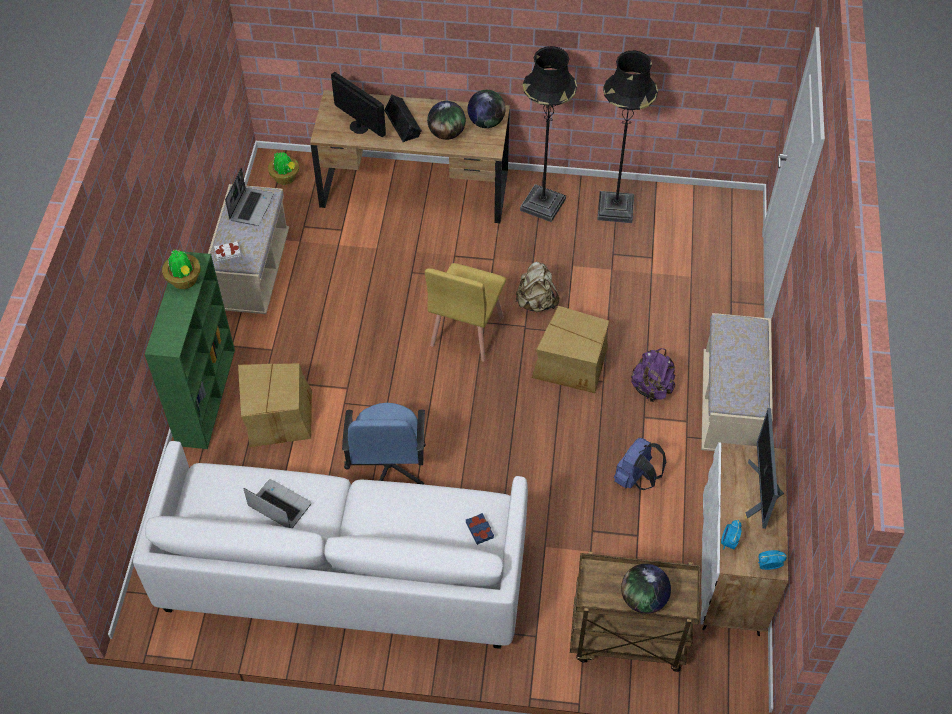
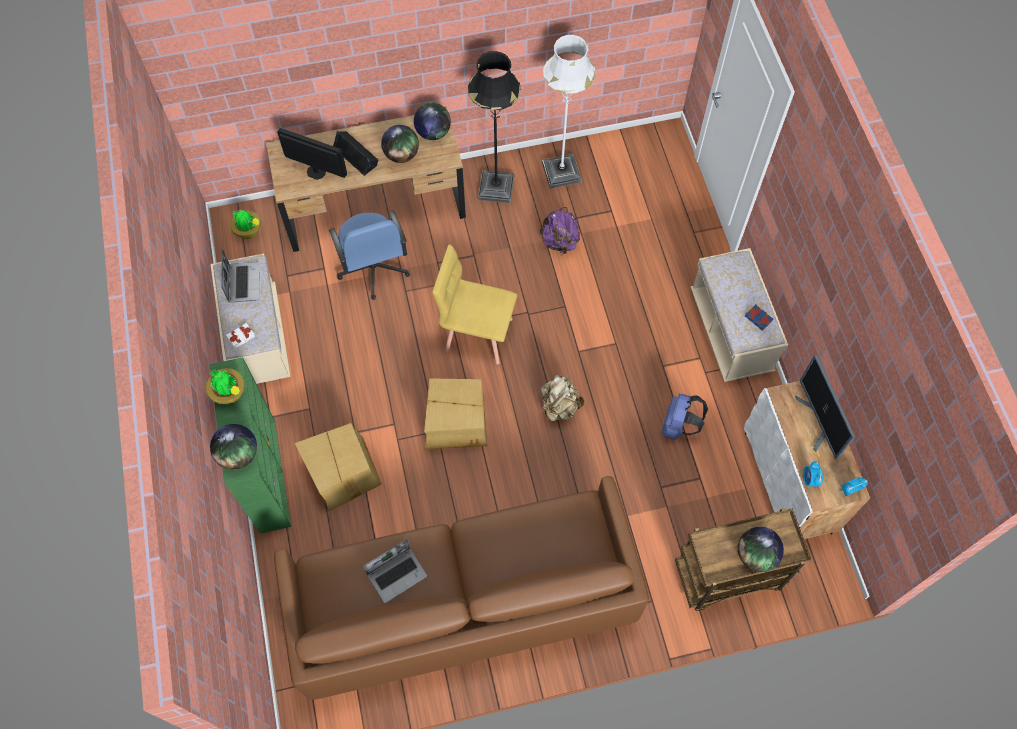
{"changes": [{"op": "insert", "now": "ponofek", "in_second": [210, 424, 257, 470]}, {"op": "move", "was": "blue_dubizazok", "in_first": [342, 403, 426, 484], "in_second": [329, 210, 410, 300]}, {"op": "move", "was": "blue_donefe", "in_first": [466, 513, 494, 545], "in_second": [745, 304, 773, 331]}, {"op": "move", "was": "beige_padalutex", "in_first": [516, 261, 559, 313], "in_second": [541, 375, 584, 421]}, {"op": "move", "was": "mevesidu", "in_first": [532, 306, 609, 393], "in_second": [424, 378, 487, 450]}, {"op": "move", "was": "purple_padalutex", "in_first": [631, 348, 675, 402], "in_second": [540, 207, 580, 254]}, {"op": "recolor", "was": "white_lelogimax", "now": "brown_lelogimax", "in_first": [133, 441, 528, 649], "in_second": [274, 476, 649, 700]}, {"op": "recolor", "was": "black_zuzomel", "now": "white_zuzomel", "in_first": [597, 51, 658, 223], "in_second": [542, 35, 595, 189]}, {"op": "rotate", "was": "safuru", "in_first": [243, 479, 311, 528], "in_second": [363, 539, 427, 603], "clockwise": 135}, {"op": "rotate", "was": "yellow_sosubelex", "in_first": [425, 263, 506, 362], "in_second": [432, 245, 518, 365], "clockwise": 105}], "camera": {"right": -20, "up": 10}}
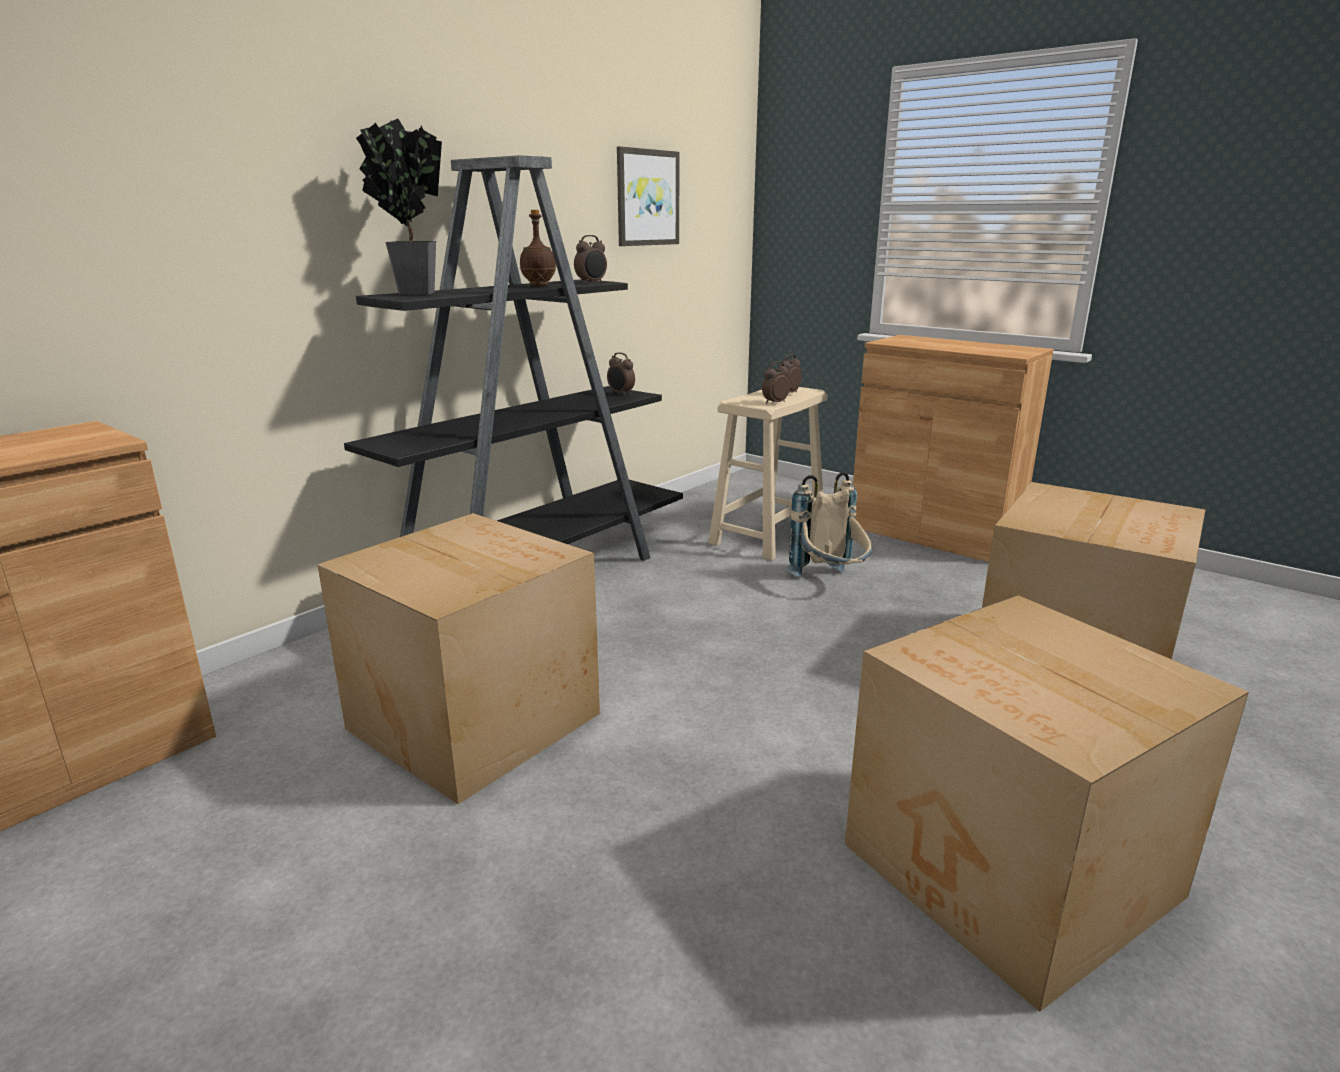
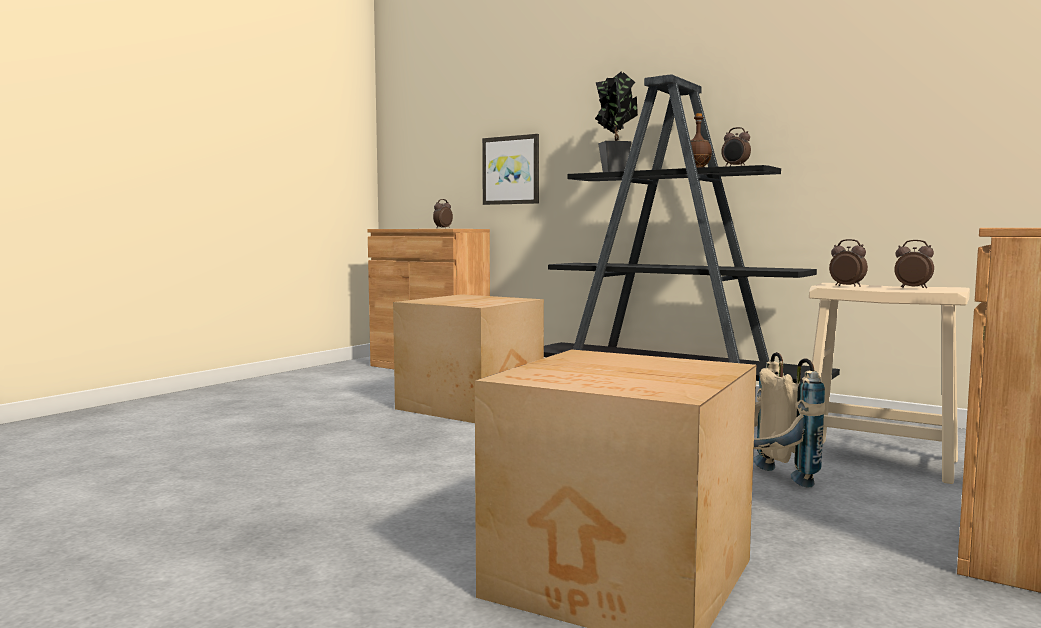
{"changes": [{"op": "delete", "was": "mevesidu", "in_first": [845, 595, 1249, 1012]}, {"op": "move", "was": "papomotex", "in_first": [607, 352, 635, 396], "in_second": [433, 199, 453, 228]}, {"op": "move", "was": "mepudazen", "in_first": [617, 146, 680, 246], "in_second": [482, 134, 539, 205]}], "camera": {"right": 85, "up": -15}}
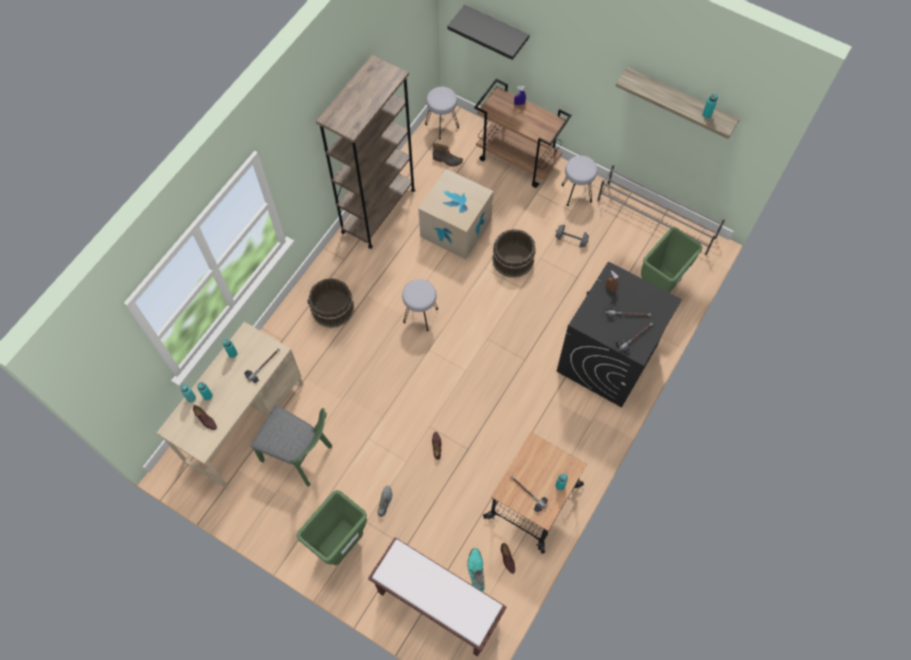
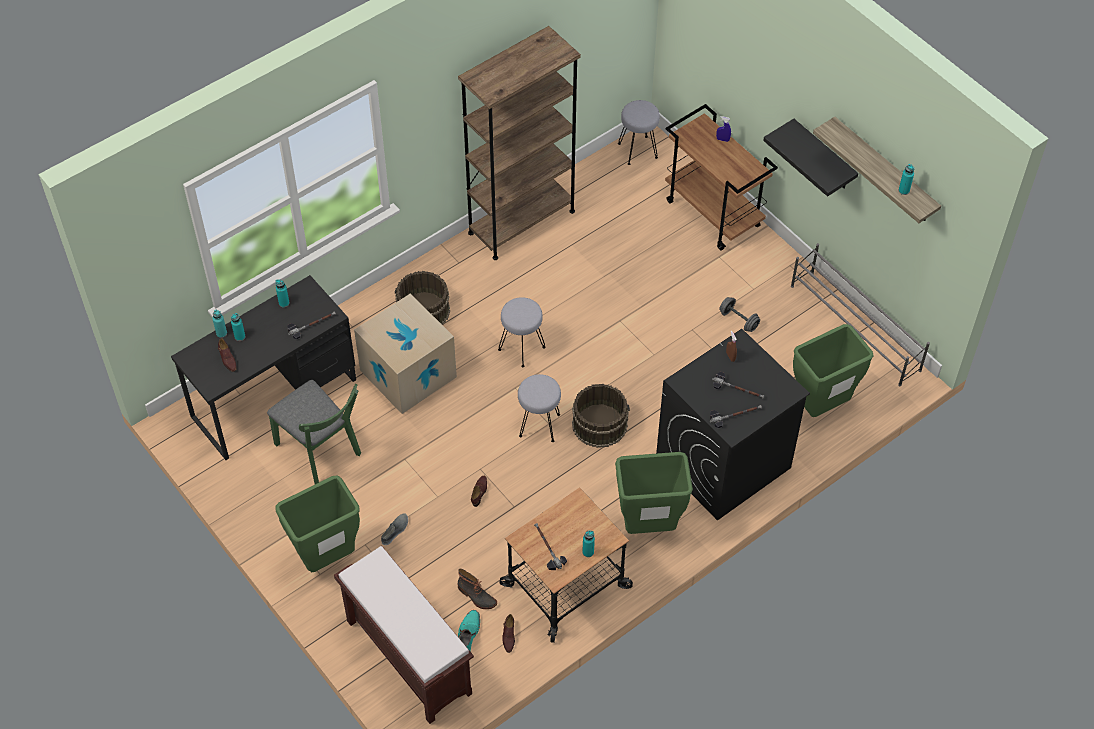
{"changes": [{"op": "insert", "now": "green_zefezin", "in_second": [615, 452, 693, 534]}, {"op": "move", "was": "mevesidu", "in_first": [418, 169, 493, 259], "in_second": [354, 293, 457, 414]}, {"op": "move", "was": "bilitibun", "in_first": [433, 143, 463, 167], "in_second": [458, 569, 497, 609]}, {"op": "move", "was": "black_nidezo", "in_first": [447, 5, 529, 60], "in_second": [763, 119, 858, 197]}, {"op": "move", "was": "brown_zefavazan", "in_first": [492, 229, 536, 278], "in_second": [572, 384, 630, 448]}, {"op": "move", "was": "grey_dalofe", "in_first": [562, 156, 597, 206], "in_second": [518, 374, 561, 442]}, {"op": "recolor", "was": "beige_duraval", "now": "black_duraval", "in_first": [157, 322, 304, 489], "in_second": [171, 275, 356, 460]}], "camera": {"right": 20, "up": -10}}
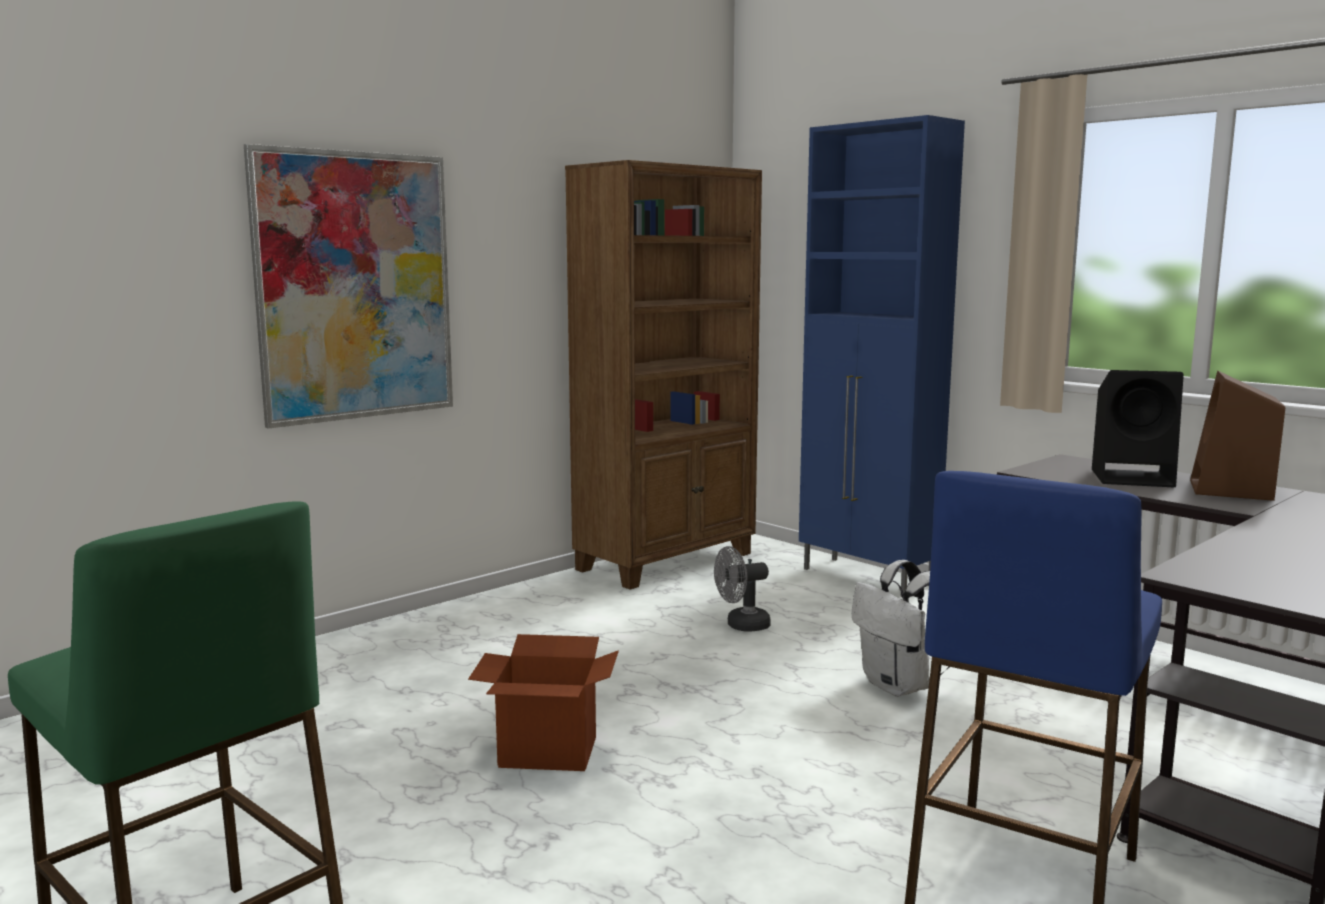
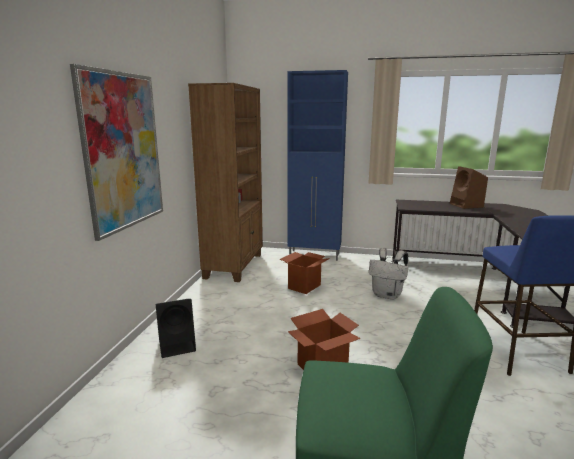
{"changes": [{"op": "move", "was": "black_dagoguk", "in_first": [1092, 370, 1184, 487], "in_second": [156, 299, 196, 358]}, {"op": "replace", "was": "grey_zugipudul", "now": "mevesidu", "in_first": [714, 546, 771, 632], "in_second": [279, 252, 330, 294]}], "camera": {"right": -35, "up": 5}}
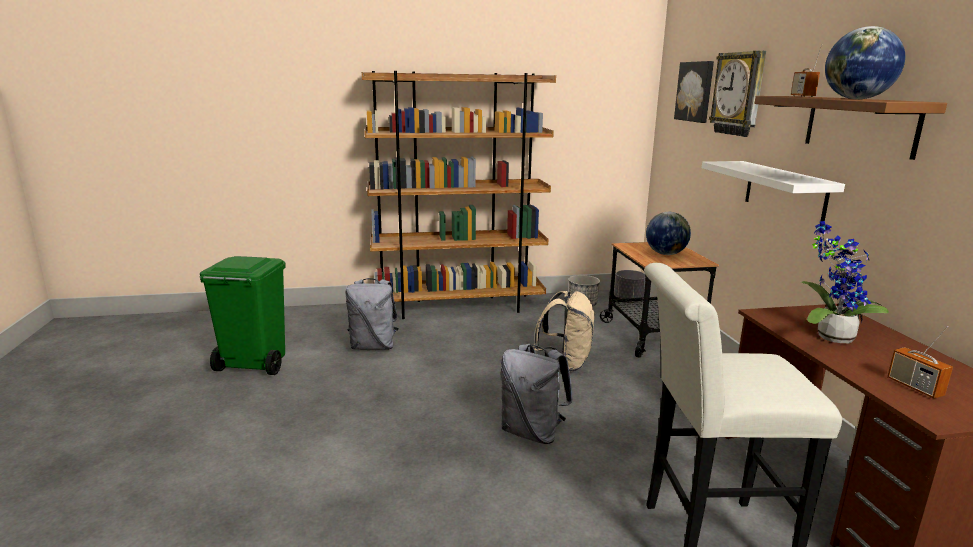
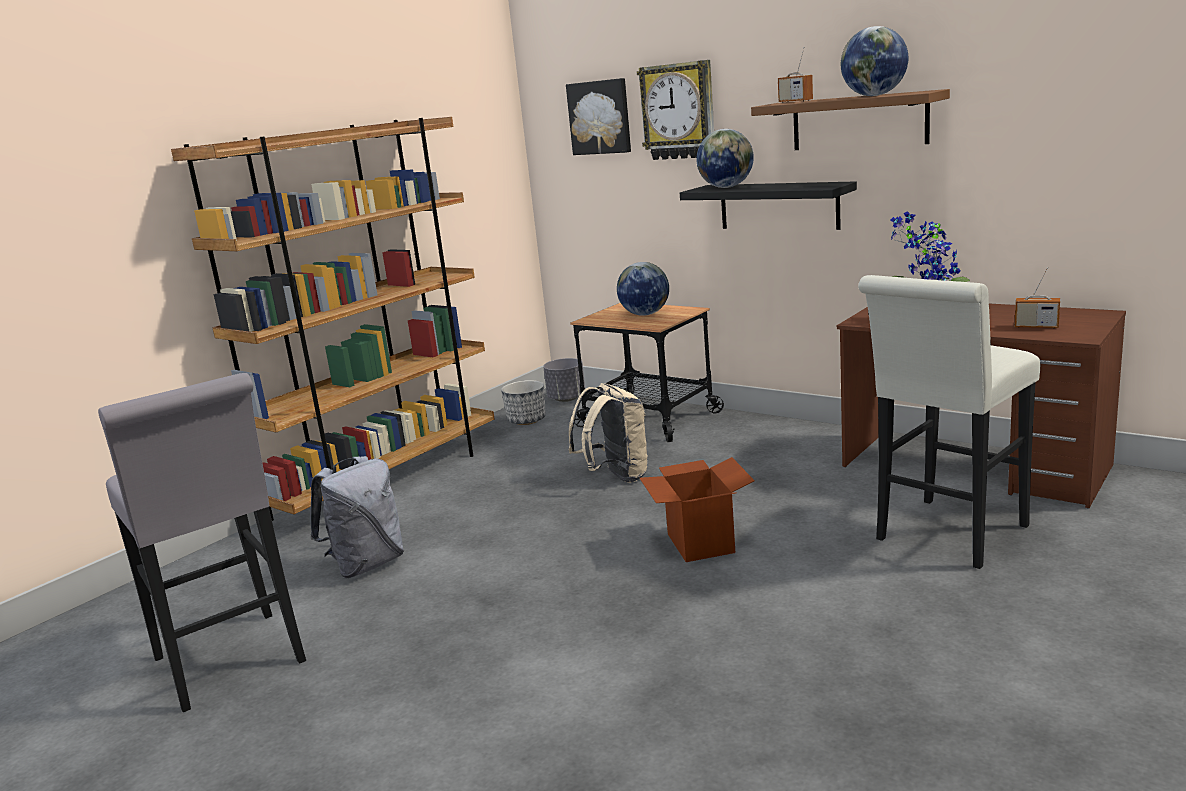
{"changes": [{"op": "insert", "now": "ponofek", "in_second": [696, 129, 754, 188]}, {"op": "replace", "was": "green_zefezin", "now": "grey_dalofe", "in_first": [200, 256, 286, 375], "in_second": [98, 373, 306, 712]}, {"op": "replace", "was": "grey_padalutex", "now": "mevesidu", "in_first": [501, 344, 573, 444], "in_second": [640, 457, 755, 562]}, {"op": "recolor", "was": "white_nidezo", "now": "black_nidezo", "in_first": [702, 161, 845, 226], "in_second": [680, 181, 857, 230]}], "camera": {"right": -40, "up": 0}}
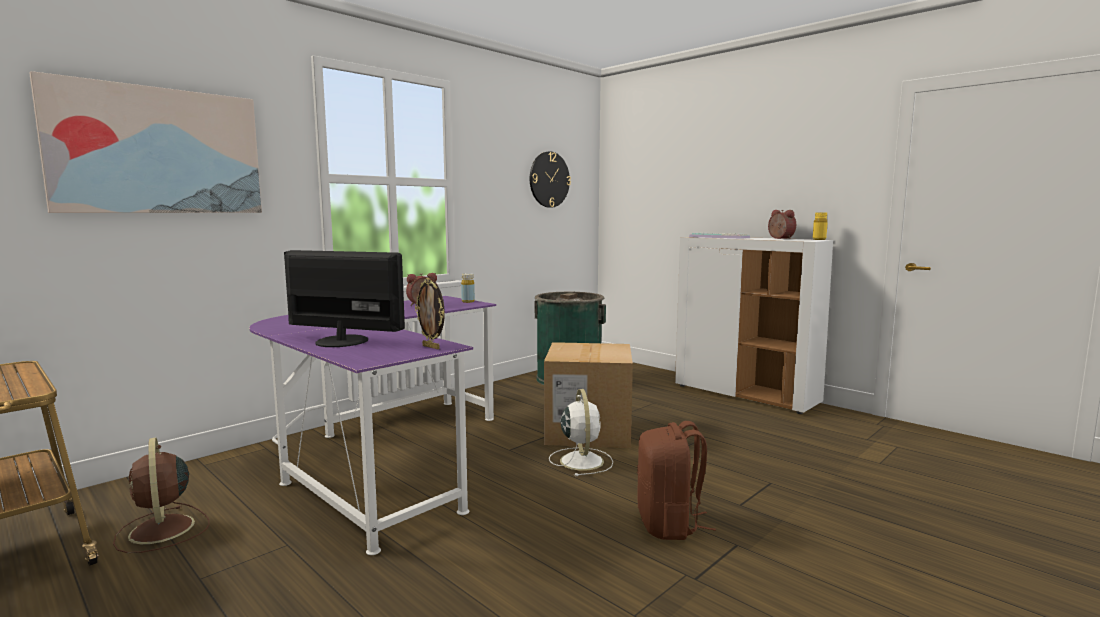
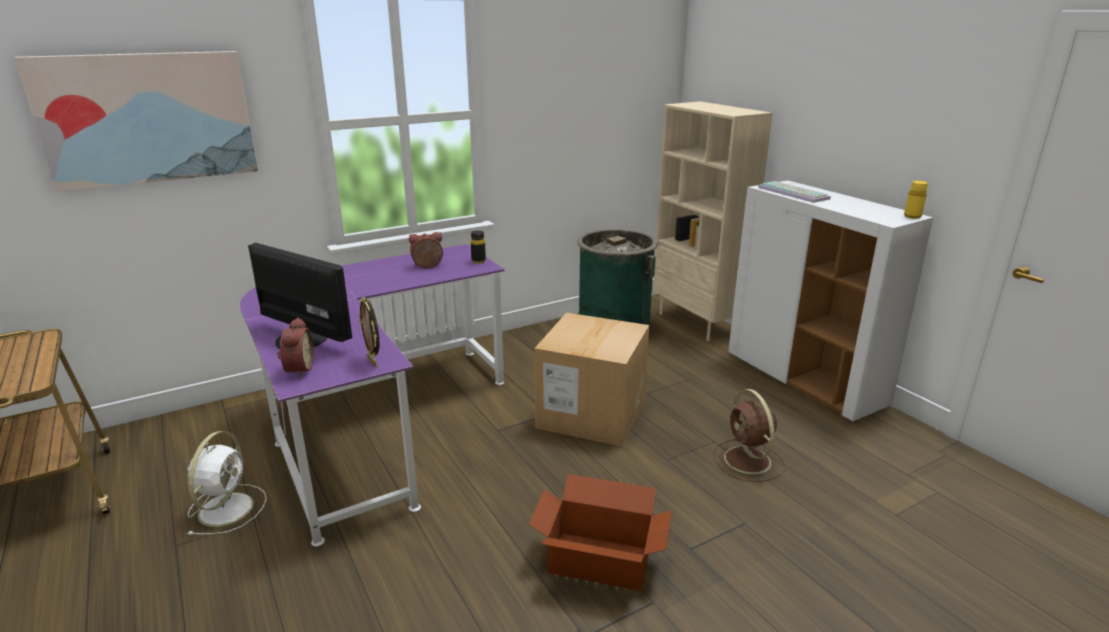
{"changes": [{"op": "delete", "was": "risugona", "in_first": [530, 151, 571, 208]}, {"op": "insert", "now": "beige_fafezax", "in_second": [653, 101, 773, 341]}, {"op": "move", "was": "brown_zugipudul", "in_first": [113, 438, 210, 553], "in_second": [713, 389, 785, 482]}, {"op": "move", "was": "white_zugipudul", "in_first": [549, 389, 613, 476], "in_second": [187, 431, 267, 535]}, {"op": "move", "was": "papomotex", "in_first": [768, 210, 796, 239], "in_second": [277, 317, 314, 378]}, {"op": "replace", "was": "brown_padalutex", "now": "mevesidu", "in_first": [637, 421, 716, 540], "in_second": [529, 474, 672, 591]}, {"op": "recolor", "was": "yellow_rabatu", "now": "black_rabatu", "in_first": [461, 274, 475, 303], "in_second": [471, 231, 486, 264]}], "camera": {"right": 15, "up": 15}}
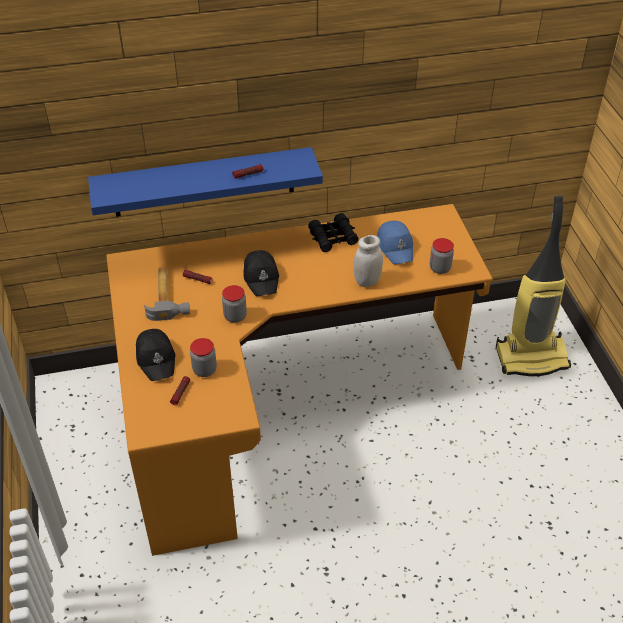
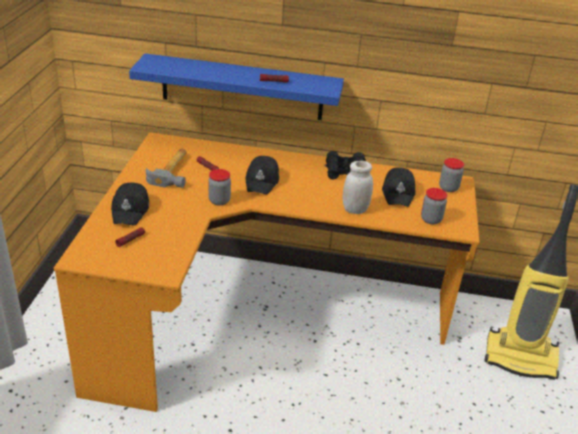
{"changes": [{"op": "move", "was": "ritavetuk", "in_first": [190, 338, 217, 377], "in_second": [439, 158, 464, 192]}, {"op": "recolor", "was": "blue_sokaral", "now": "black_sokaral", "in_first": [377, 221, 413, 265], "in_second": [382, 167, 416, 207]}], "camera": {"right": 20, "up": -10}}
